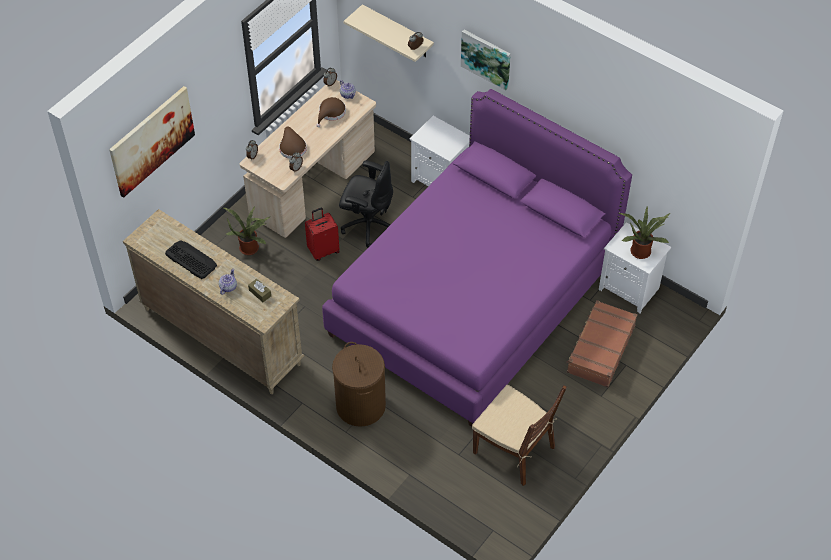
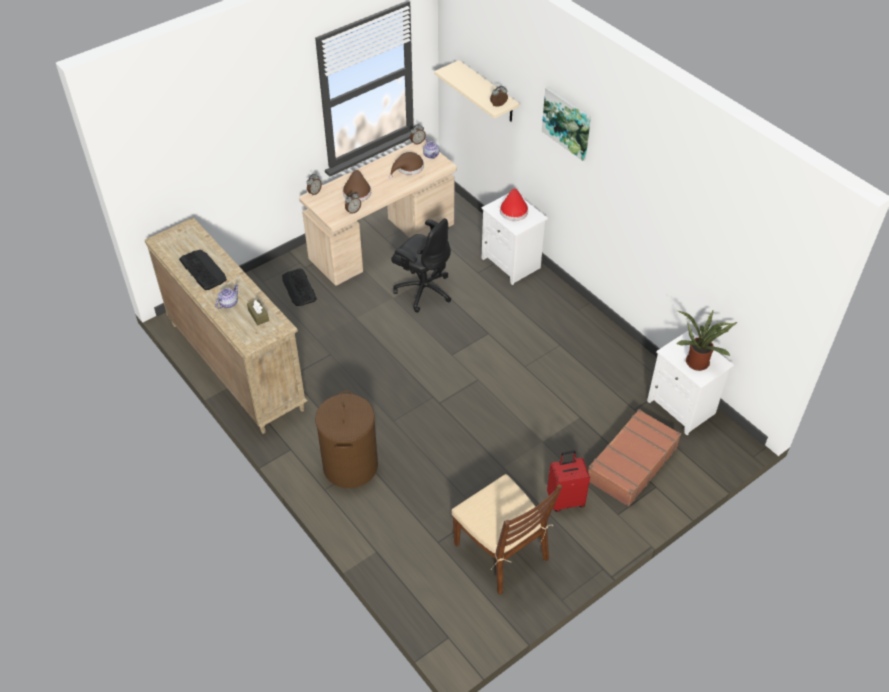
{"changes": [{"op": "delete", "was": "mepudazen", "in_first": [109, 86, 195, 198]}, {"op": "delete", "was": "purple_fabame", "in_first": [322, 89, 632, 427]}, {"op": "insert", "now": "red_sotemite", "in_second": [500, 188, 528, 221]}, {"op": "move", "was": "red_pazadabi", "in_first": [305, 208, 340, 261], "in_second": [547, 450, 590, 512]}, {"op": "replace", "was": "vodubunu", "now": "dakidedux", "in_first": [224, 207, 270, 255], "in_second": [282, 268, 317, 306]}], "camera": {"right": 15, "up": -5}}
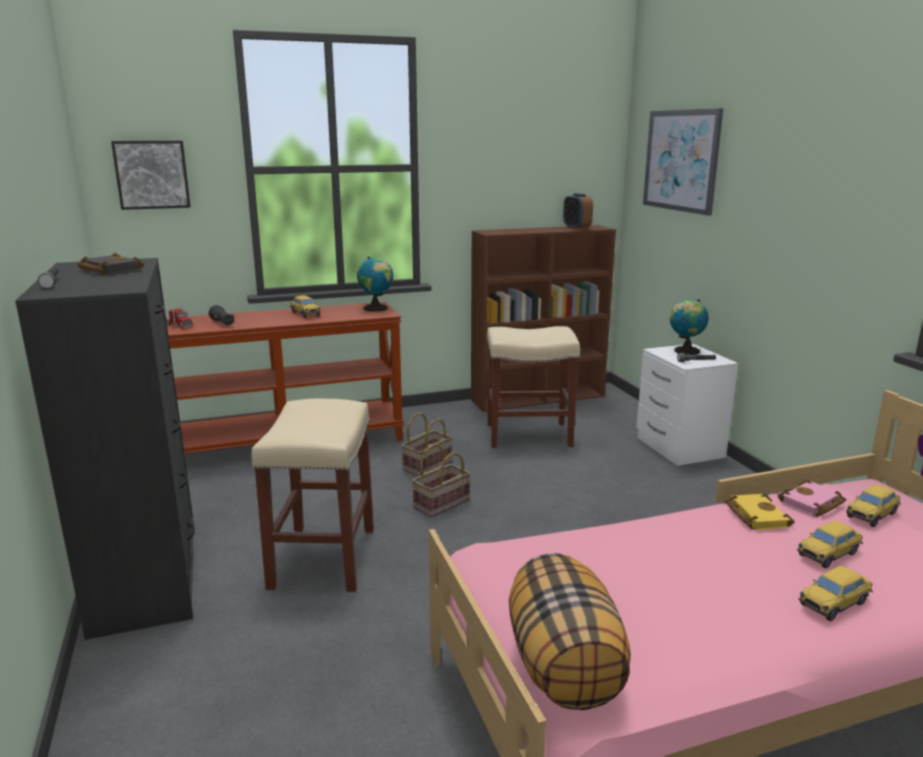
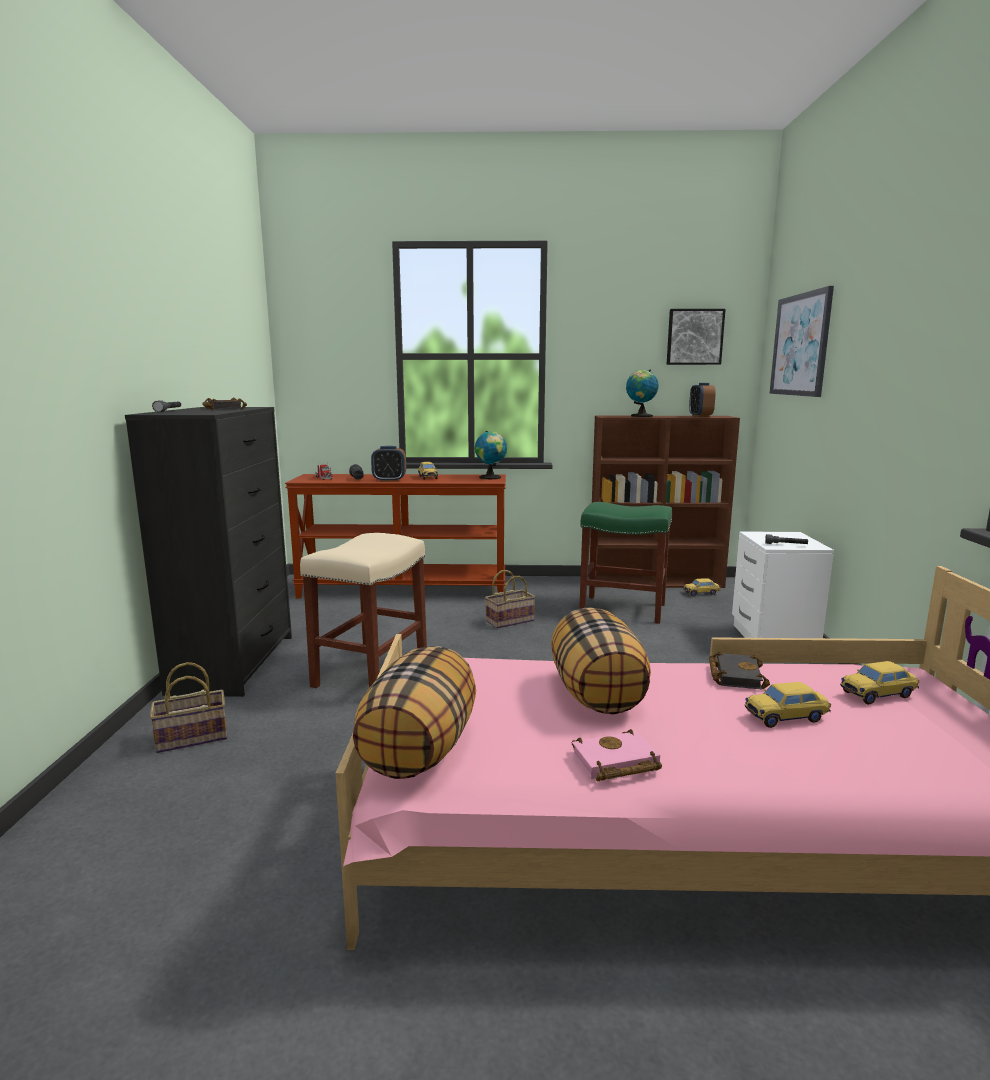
{"changes": [{"op": "insert", "now": "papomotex", "in_second": [371, 446, 406, 482]}, {"op": "insert", "now": "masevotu", "in_second": [551, 608, 651, 714]}, {"op": "move", "was": "mepudazen", "in_first": [111, 141, 191, 210], "in_second": [667, 309, 726, 365]}, {"op": "move", "was": "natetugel", "in_first": [412, 444, 471, 518], "in_second": [150, 662, 227, 753]}, {"op": "move", "was": "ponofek", "in_first": [670, 299, 709, 355], "in_second": [626, 369, 659, 417]}, {"op": "move", "was": "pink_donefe", "in_first": [777, 480, 846, 517], "in_second": [572, 729, 662, 782]}, {"op": "move", "was": "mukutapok", "in_first": [799, 566, 873, 621], "in_second": [683, 578, 721, 596]}, {"op": "recolor", "was": "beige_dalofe", "now": "green_dalofe", "in_first": [487, 326, 580, 448], "in_second": [579, 502, 672, 624]}, {"op": "recolor", "was": "yellow_donefe", "now": "black_donefe", "in_first": [725, 494, 794, 530], "in_second": [709, 652, 770, 690]}], "camera": {"right": 20, "up": -5}}
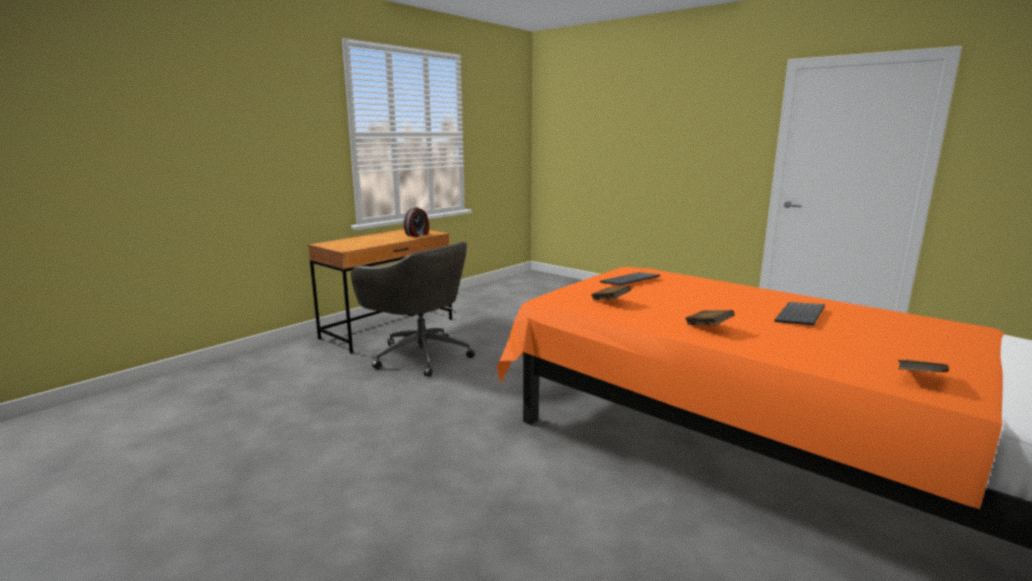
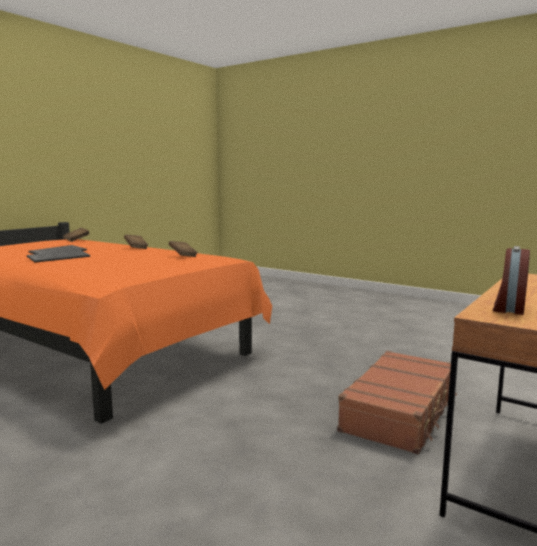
{"changes": [{"op": "move", "was": "dakidedux", "in_first": [600, 272, 660, 286], "in_second": [27, 250, 90, 262]}, {"op": "replace", "was": "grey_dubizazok", "now": "brown_pazadabi", "in_first": [351, 242, 475, 377], "in_second": [337, 351, 457, 454]}], "camera": {"right": 175, "up": -5}}
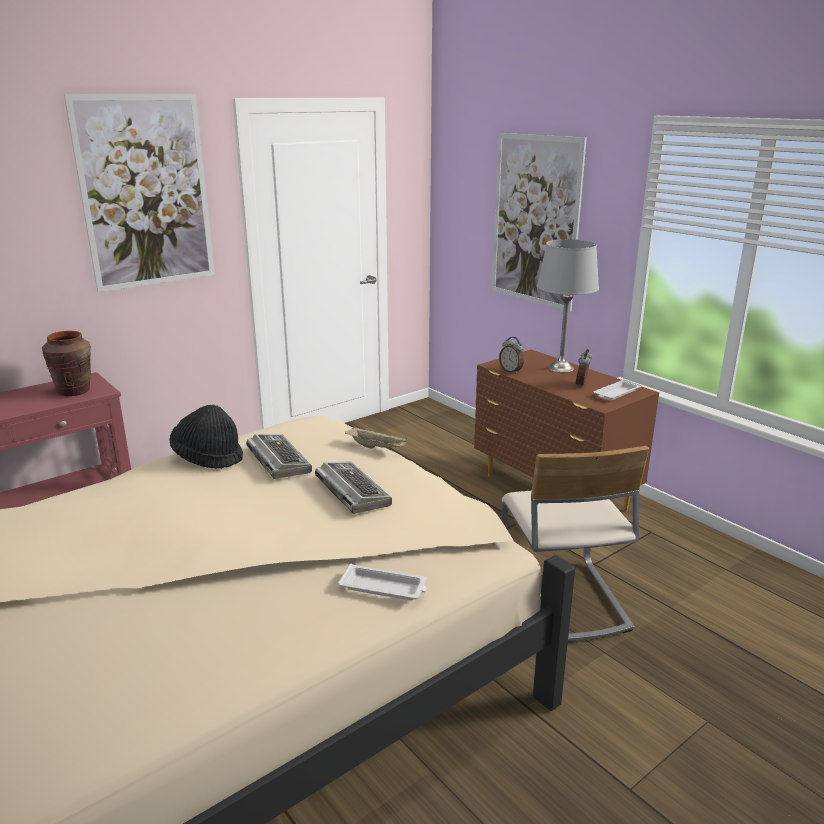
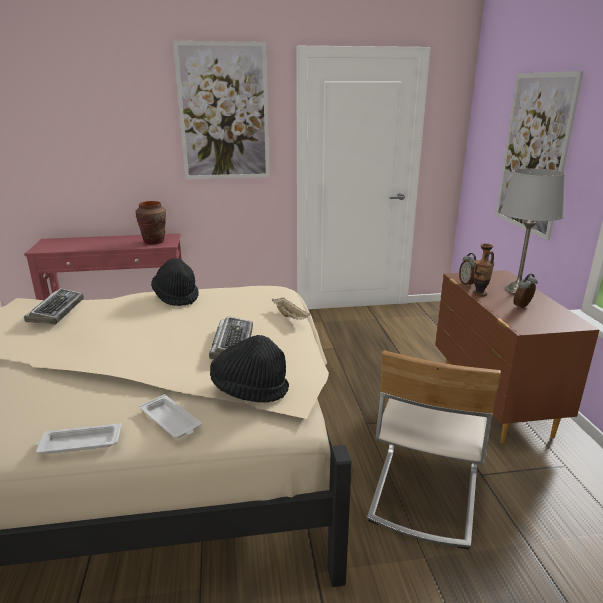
{"changes": [{"op": "insert", "now": "black_sotemite", "in_second": [210, 335, 289, 403]}, {"op": "insert", "now": "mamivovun", "in_second": [472, 244, 494, 296]}, {"op": "move", "was": "dakidedux", "in_first": [246, 434, 312, 479], "in_second": [24, 288, 84, 324]}, {"op": "move", "was": "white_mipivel", "in_first": [594, 379, 641, 401], "in_second": [36, 423, 122, 454]}], "camera": {"right": 30, "up": 0}}
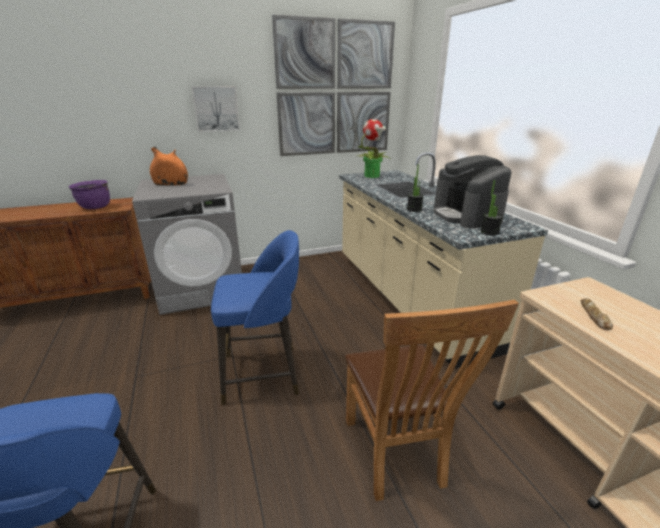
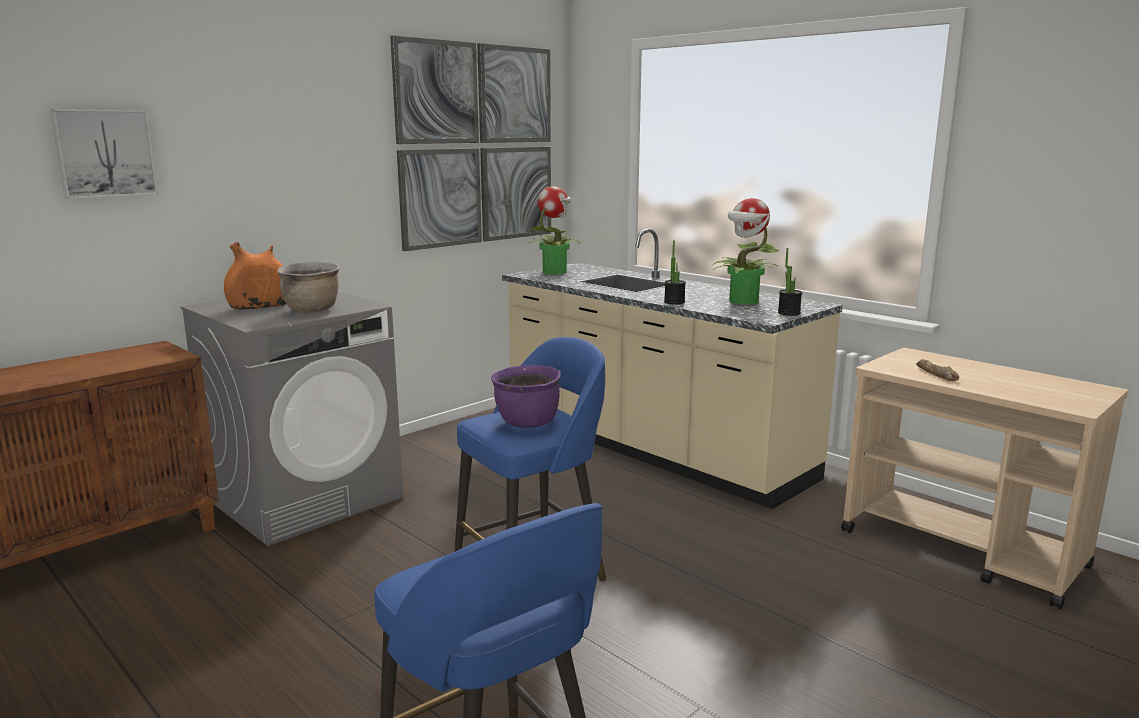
{"changes": [{"op": "delete", "was": "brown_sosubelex", "in_first": [345, 300, 519, 501]}, {"op": "insert", "now": "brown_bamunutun", "in_second": [277, 262, 340, 313]}, {"op": "move", "was": "purple_bamunutun", "in_first": [69, 180, 110, 209], "in_second": [491, 365, 561, 428]}, {"op": "move", "was": "mepudazen", "in_first": [192, 86, 240, 132], "in_second": [50, 109, 158, 199]}, {"op": "replace", "was": "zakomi", "now": "vodubunu", "in_first": [433, 155, 511, 229], "in_second": [713, 198, 780, 305]}], "camera": {"right": -25, "up": -10}}
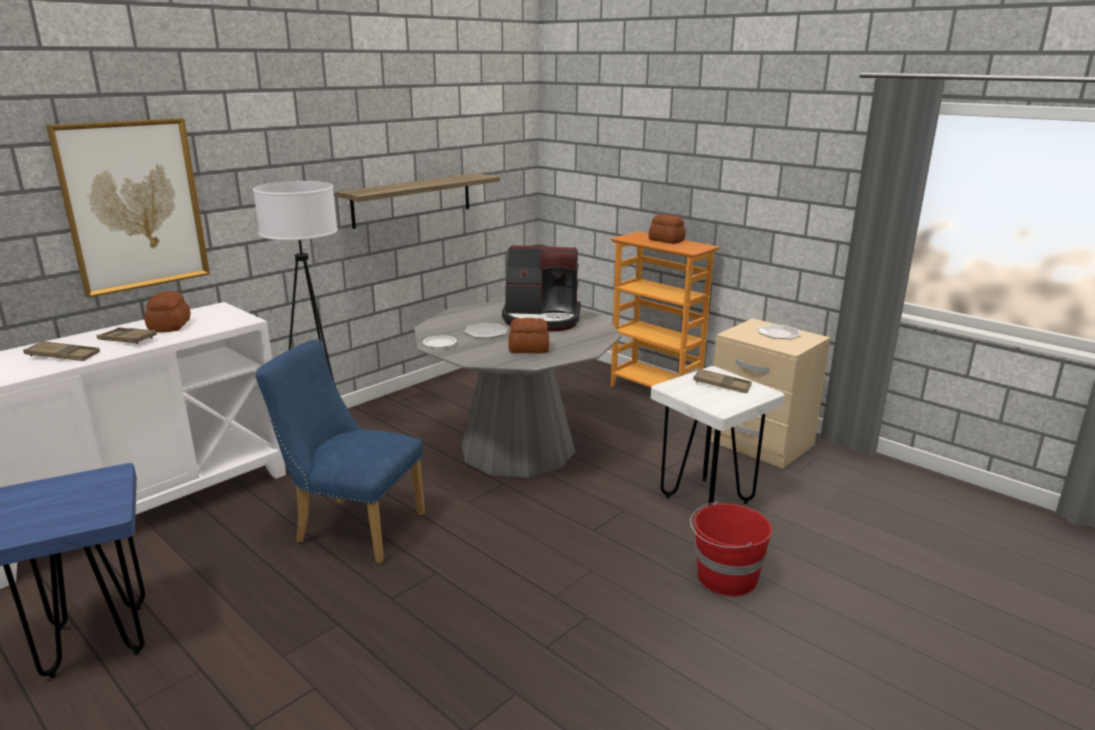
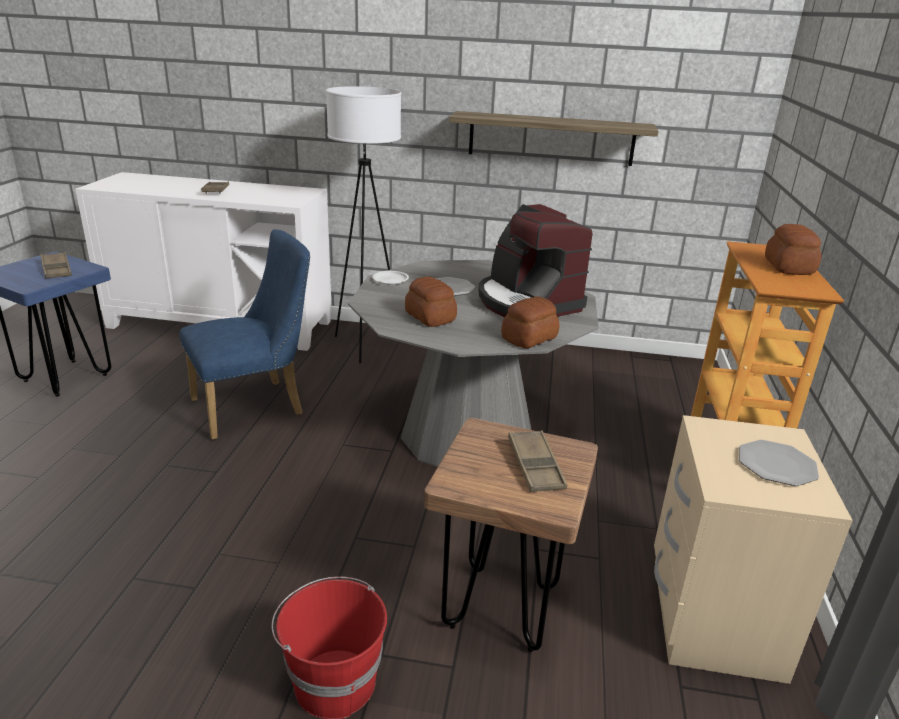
{"changes": [{"op": "delete", "was": "mepudazen", "in_first": [46, 118, 210, 298]}, {"op": "move", "was": "brown_mipivel", "in_first": [23, 341, 100, 361], "in_second": [40, 252, 72, 279]}, {"op": "move", "was": "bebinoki", "in_first": [144, 291, 190, 332], "in_second": [501, 297, 559, 348]}, {"op": "recolor", "was": "white_dalofe", "now": "brown_dalofe", "in_first": [651, 366, 785, 506], "in_second": [424, 418, 598, 652]}, {"op": "rotate", "was": "blue_sosubelex", "in_first": [255, 339, 425, 563], "in_second": [180, 229, 310, 440], "clockwise": 75}], "camera": {"right": 55, "up": 5}}
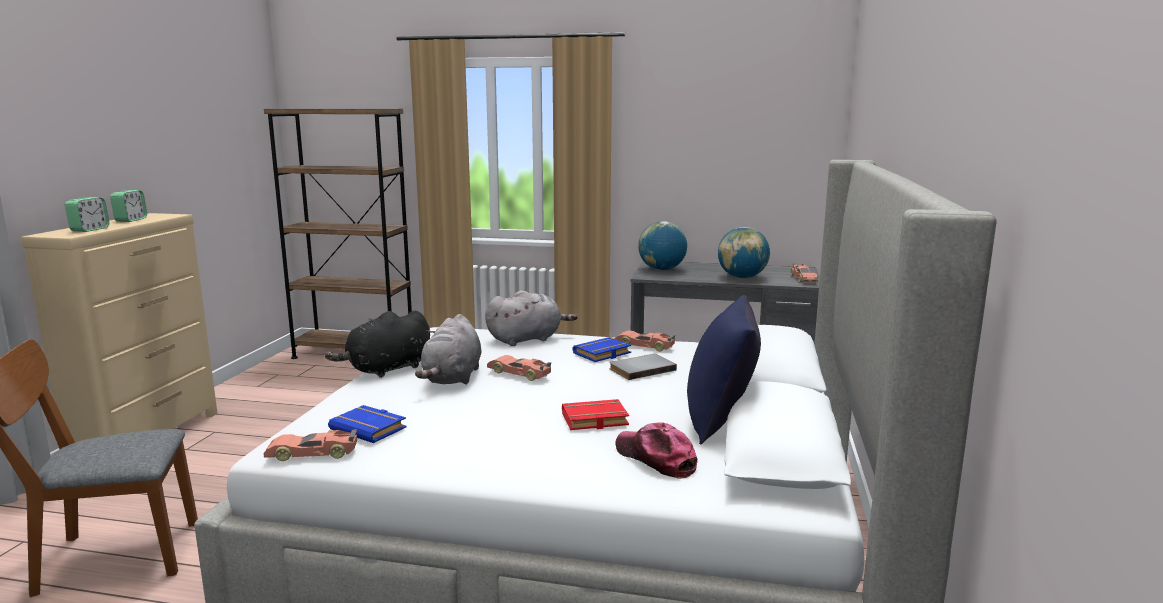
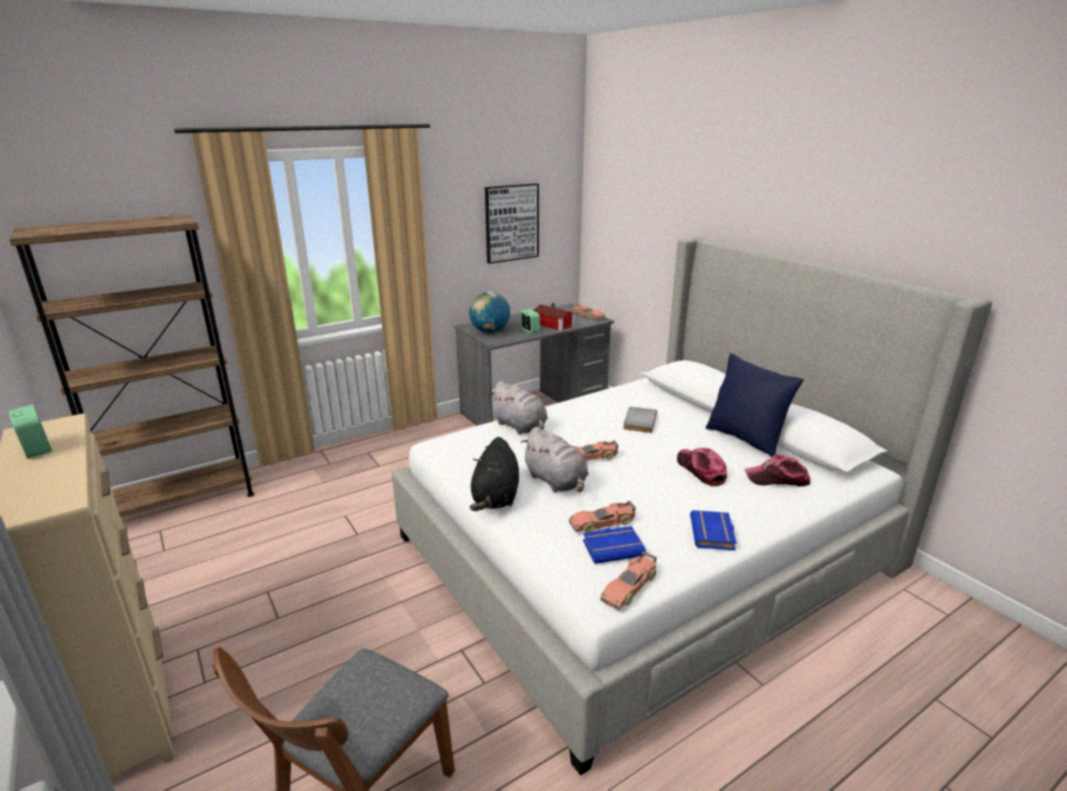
{"changes": [{"op": "insert", "now": "mepudazen", "in_second": [485, 183, 539, 264]}, {"op": "move", "was": "papomotex", "in_first": [65, 197, 109, 232], "in_second": [520, 309, 540, 334]}, {"op": "move", "was": "blue_donefe", "in_first": [573, 337, 631, 362], "in_second": [690, 510, 737, 550]}, {"op": "move", "was": "mukutapok", "in_first": [614, 330, 675, 352], "in_second": [569, 501, 636, 532]}, {"op": "replace", "was": "red_donefe", "now": "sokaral", "in_first": [562, 399, 629, 430], "in_second": [677, 448, 727, 487]}, {"op": "replace", "was": "ponofek", "now": "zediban", "in_first": [718, 227, 770, 278], "in_second": [533, 303, 576, 331]}, {"op": "rotate", "was": "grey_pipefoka", "in_first": [485, 290, 578, 346], "in_second": [488, 381, 548, 434], "clockwise": 120}], "camera": {"right": -45, "up": 10}}
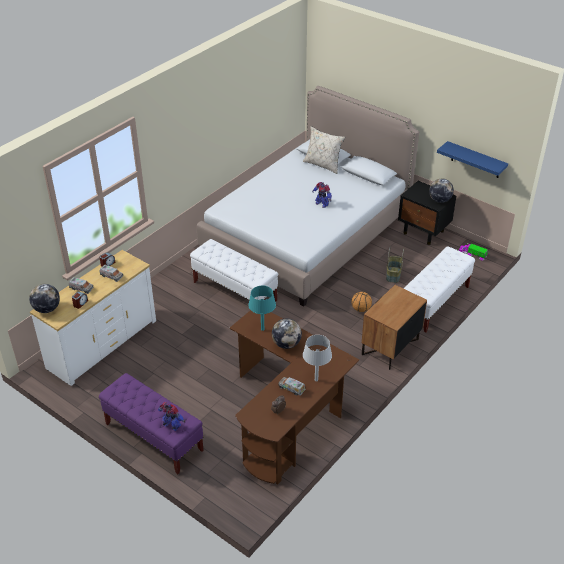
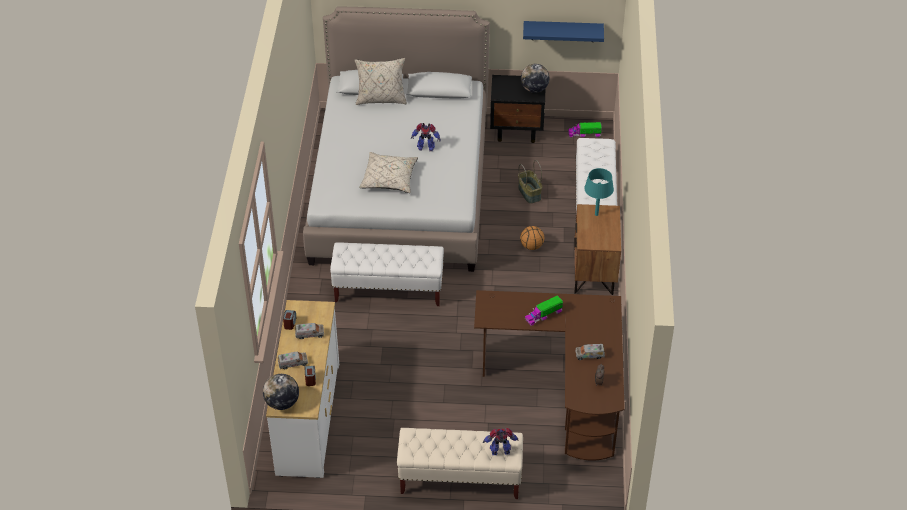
{"changes": [{"op": "delete", "was": "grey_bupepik", "in_first": [303, 335, 332, 381]}, {"op": "insert", "now": "beige_masevotu", "in_second": [359, 152, 418, 193]}, {"op": "move", "was": "turquoise_bupepik", "in_first": [248, 286, 276, 331], "in_second": [584, 168, 614, 216]}, {"op": "replace", "was": "ponofek", "now": "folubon", "in_first": [272, 318, 302, 349], "in_second": [525, 295, 563, 326]}, {"op": "recolor", "was": "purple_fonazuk", "now": "beige_fonazuk", "in_first": [99, 373, 204, 474], "in_second": [397, 428, 523, 499]}], "camera": {"right": -35, "up": 5}}
